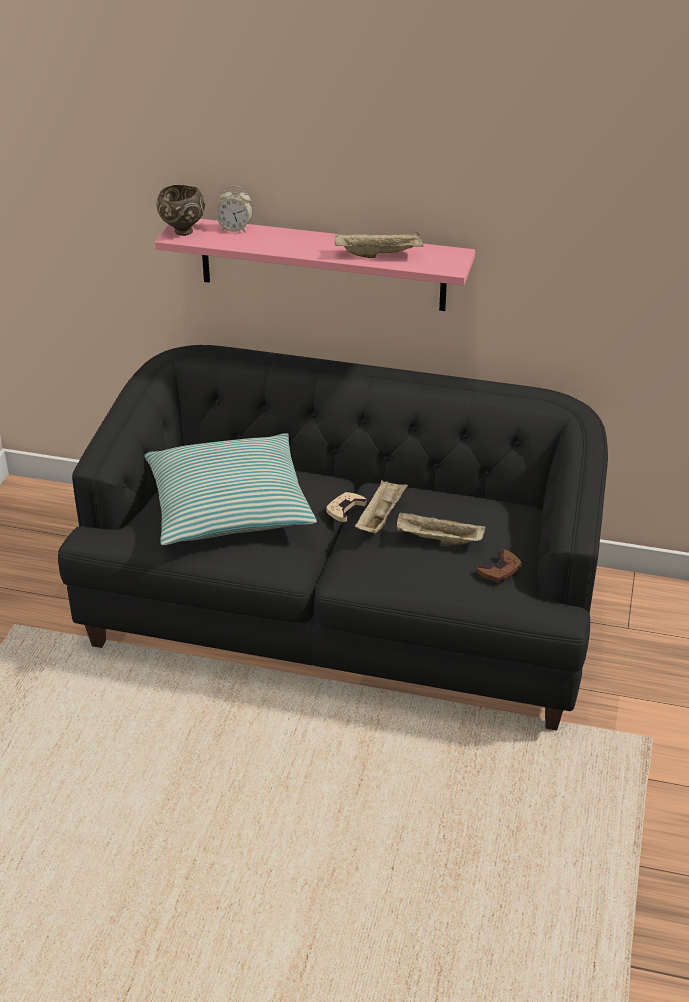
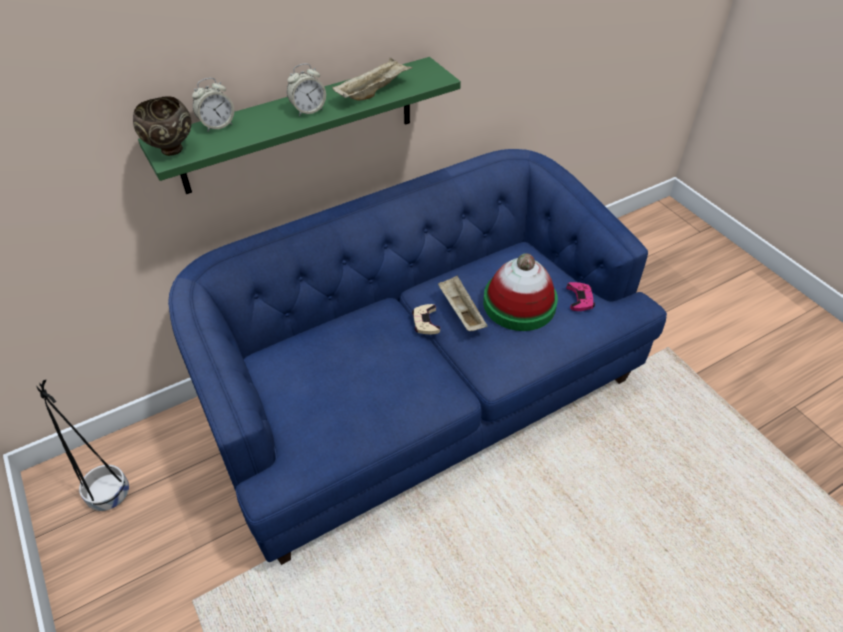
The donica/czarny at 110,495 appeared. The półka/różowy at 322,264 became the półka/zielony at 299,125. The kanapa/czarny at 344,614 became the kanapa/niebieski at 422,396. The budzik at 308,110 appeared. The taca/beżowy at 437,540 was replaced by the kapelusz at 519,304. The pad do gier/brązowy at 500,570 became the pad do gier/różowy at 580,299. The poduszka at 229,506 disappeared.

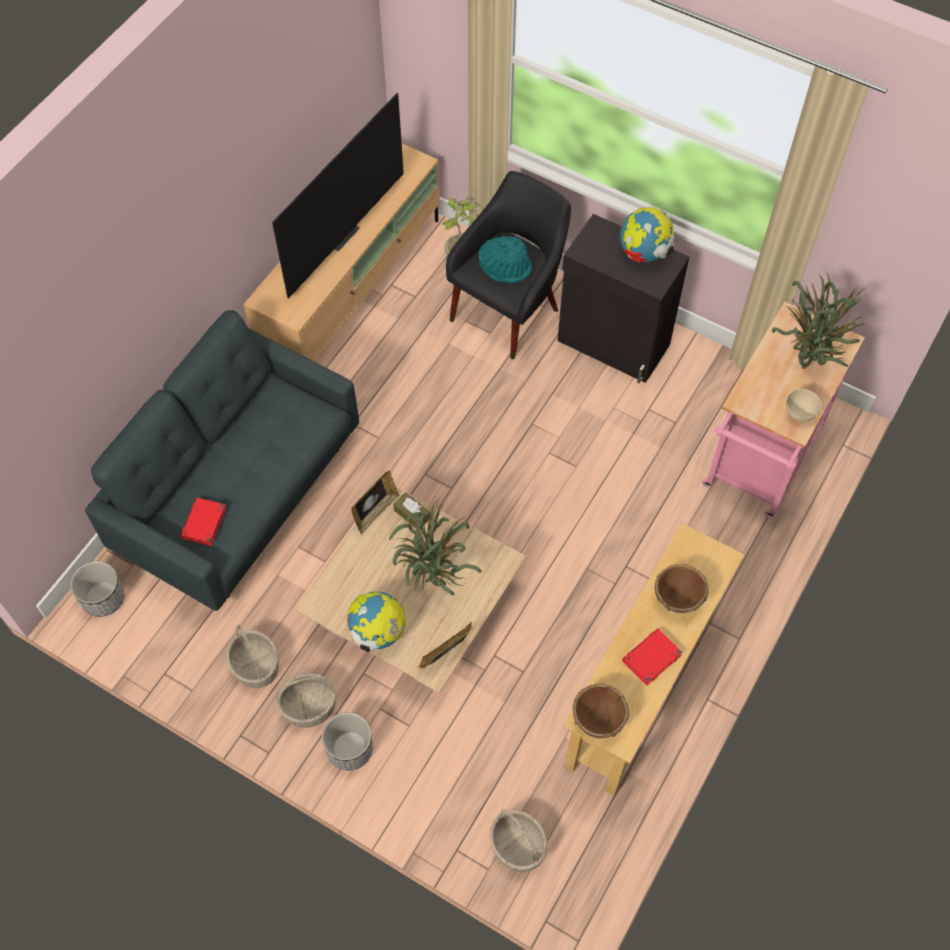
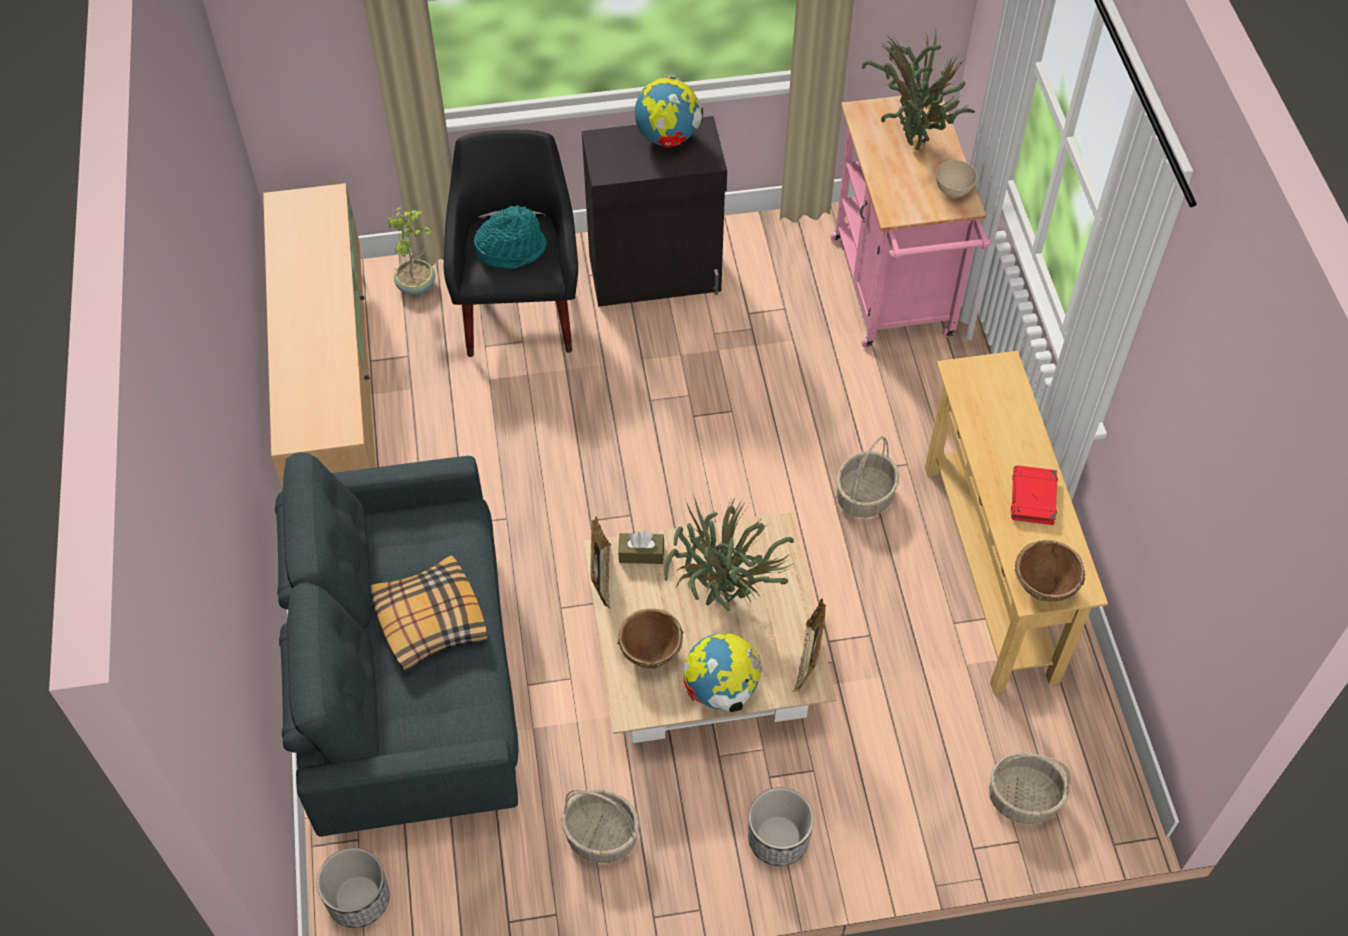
The poduszka at 429,620 appeared. The miska/brązowy moved from 677,599 to 650,653. The koszyk moved from 308,707 to 864,497. The książka/czerwony at 204,524 disappeared. The telewizor at 339,234 disappeared.

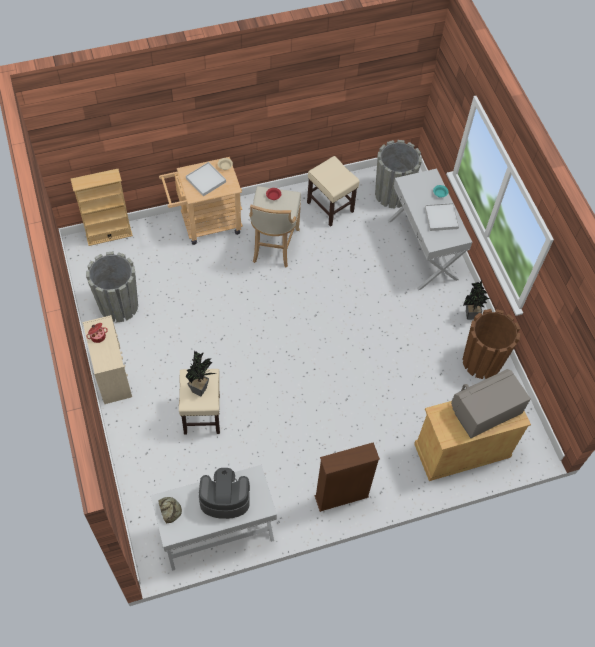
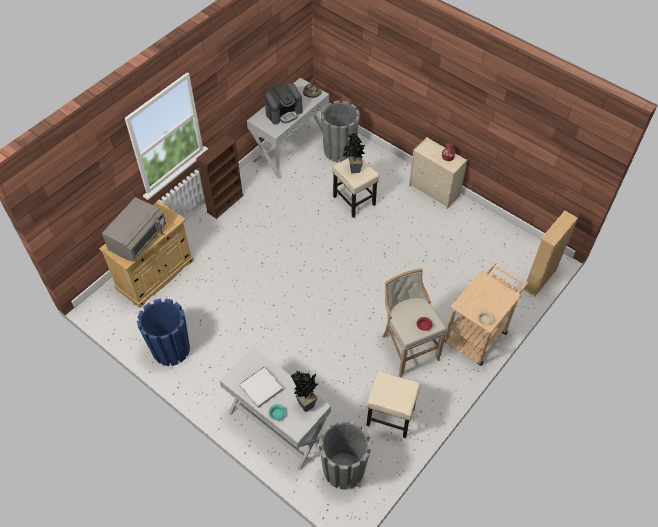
The donica/brązowy at 482,361 became the donica/niebieski at 171,349. The roślina doniczkowa moved from 470,317 to 306,402. The donica/szary moved from 119,305 to 339,151. The taca/biały at 205,180 disappeared.

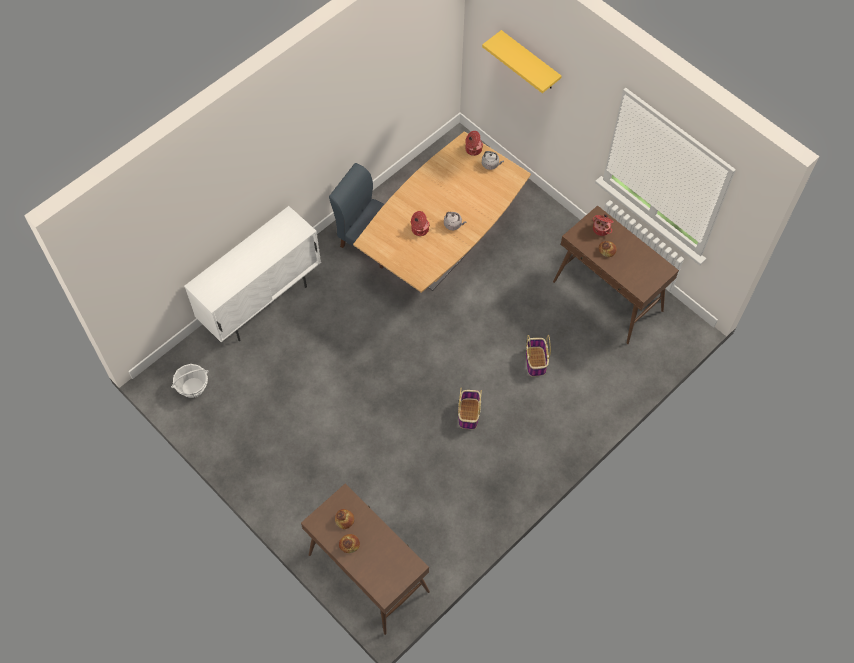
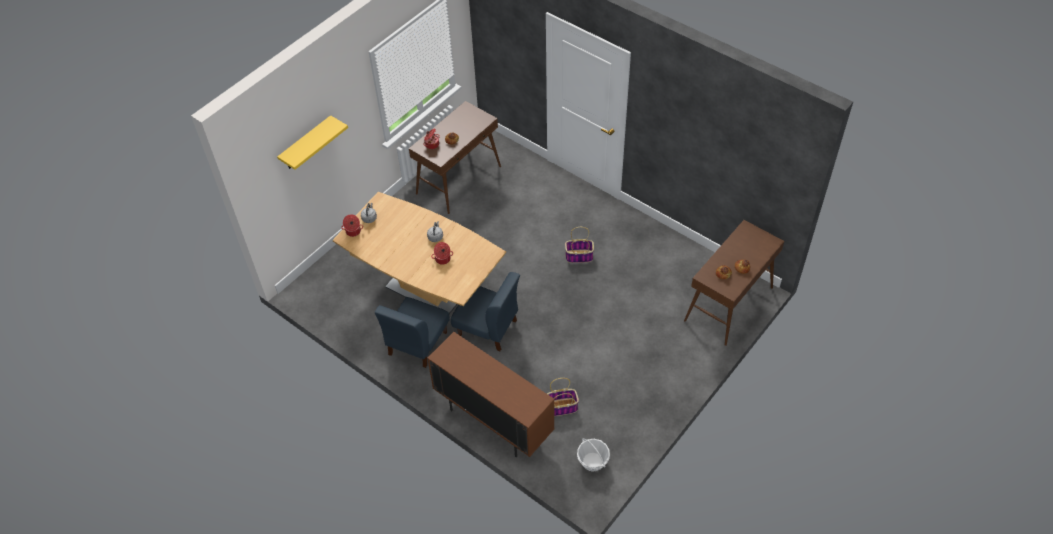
The szafka/biały at 262,302 became the szafka/brązowy at 493,421. The krzesło/niebieski at 488,328 appeared. The koszyk moved from 536,362 to 562,407.

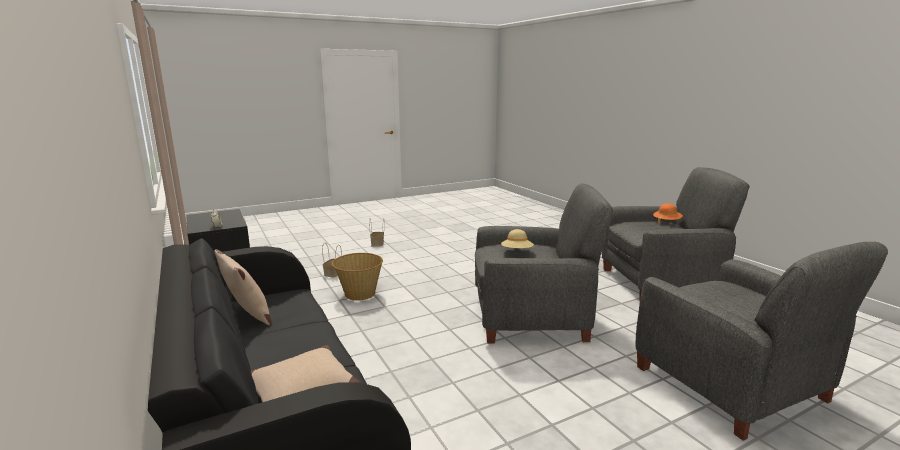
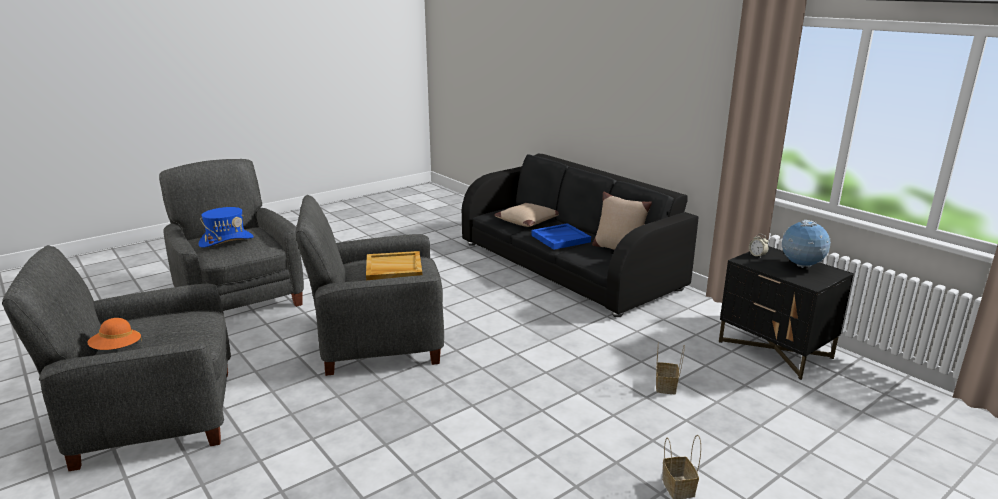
The kapelusz/niebieski at 226,241 appeared. The kapelusz/beżowy at 517,252 was replaced by the taca/beżowy at 393,269. The taca/niebieski at 560,238 appeared. The globus at 801,266 appeared. The koszyk at 359,294 disappeared.

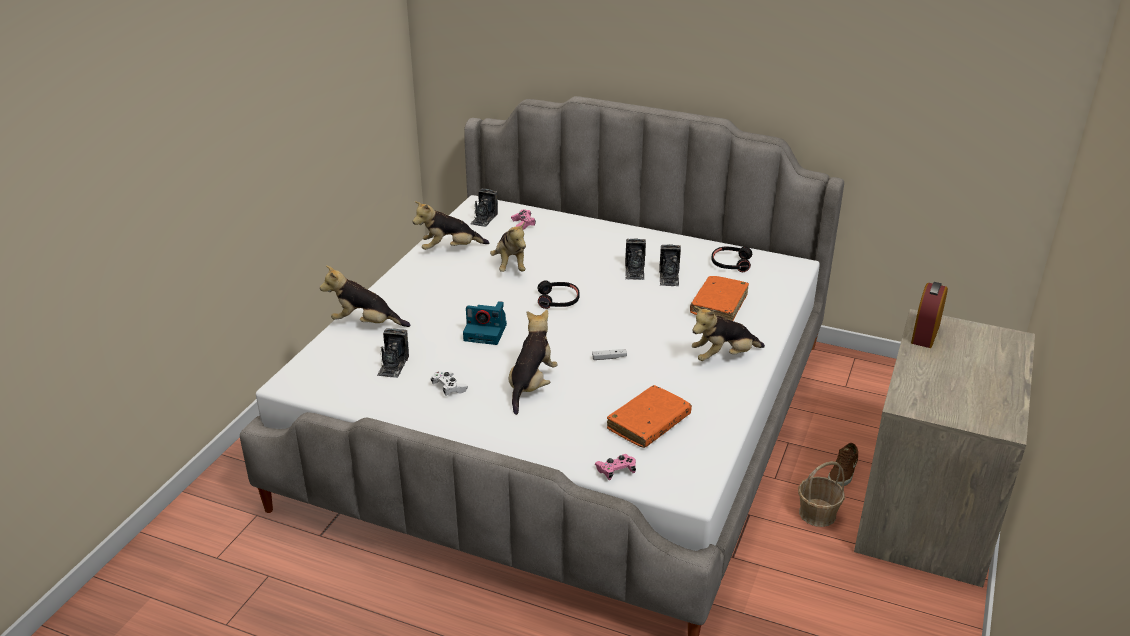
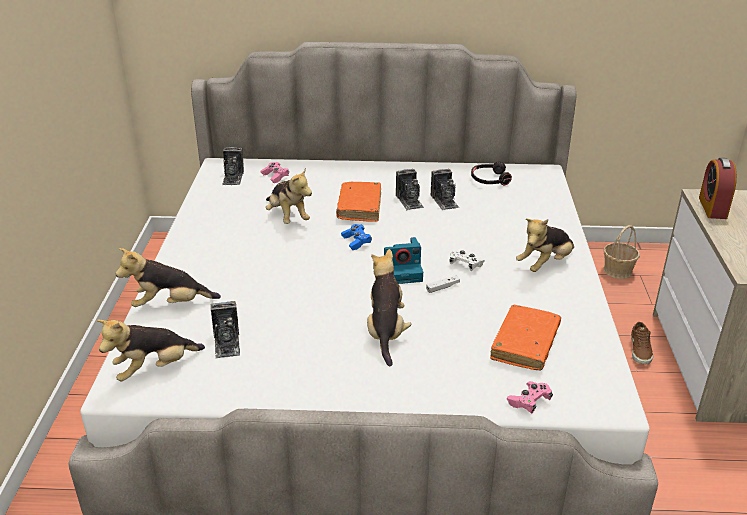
The pluszak moved from 450,249 to 154,369. The książka/pomarańczowy moved from 719,305 to 359,207. The słuchawki/czarny at 558,300 was replaced by the pad do gier/niebieski at 356,241. The aparat fotograficzny moved from 486,332 to 402,271. The pad do gier/biały moved from 449,388 to 465,265. The koszyk moved from 817,513 to 617,270.

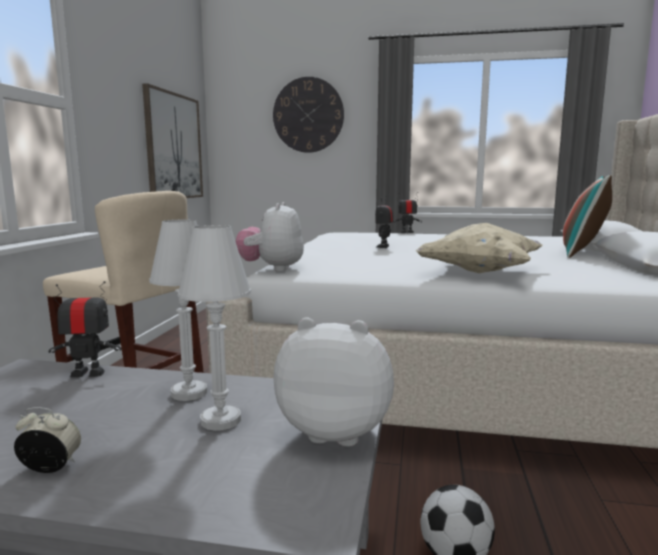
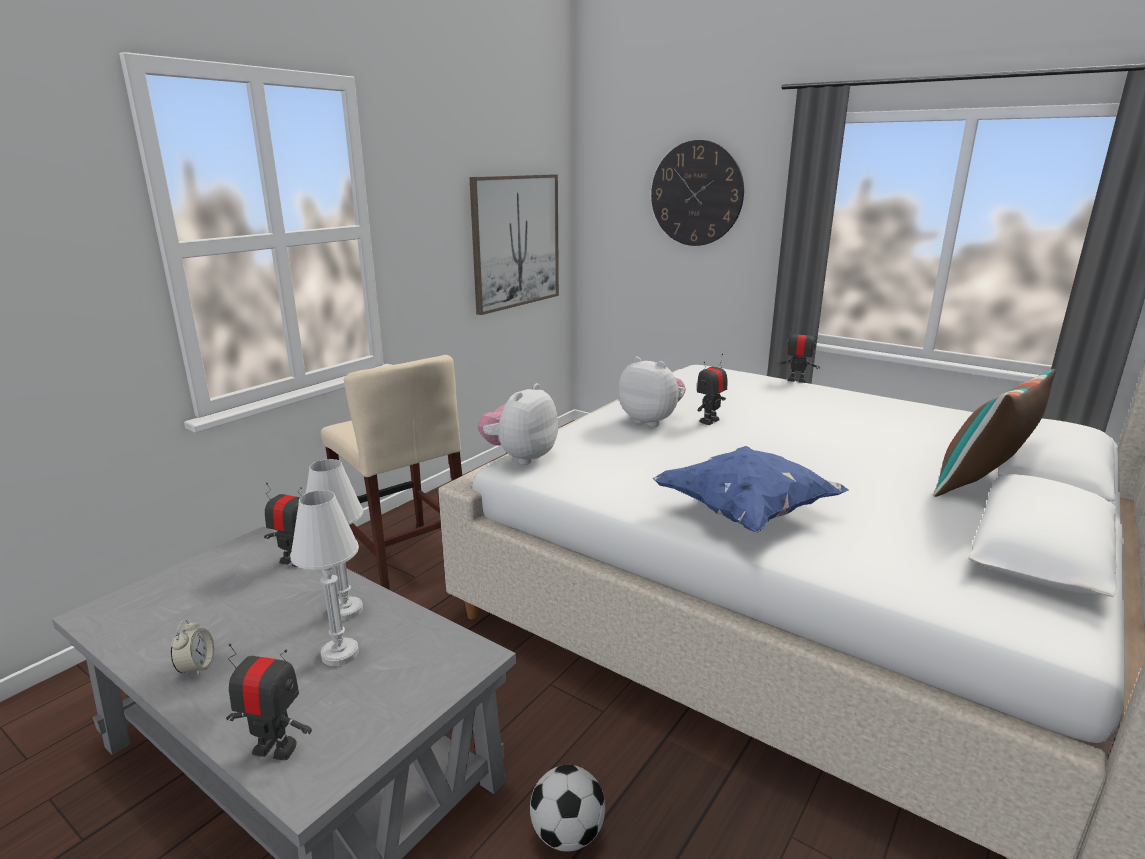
The budzik at 51,468 turned 60 degrees clockwise. The robot zabawkowy at 275,749 appeared. The pluszak moved from 336,431 to 651,420. The poduszka/beżowy at 480,272 became the poduszka/niebieski at 746,513.

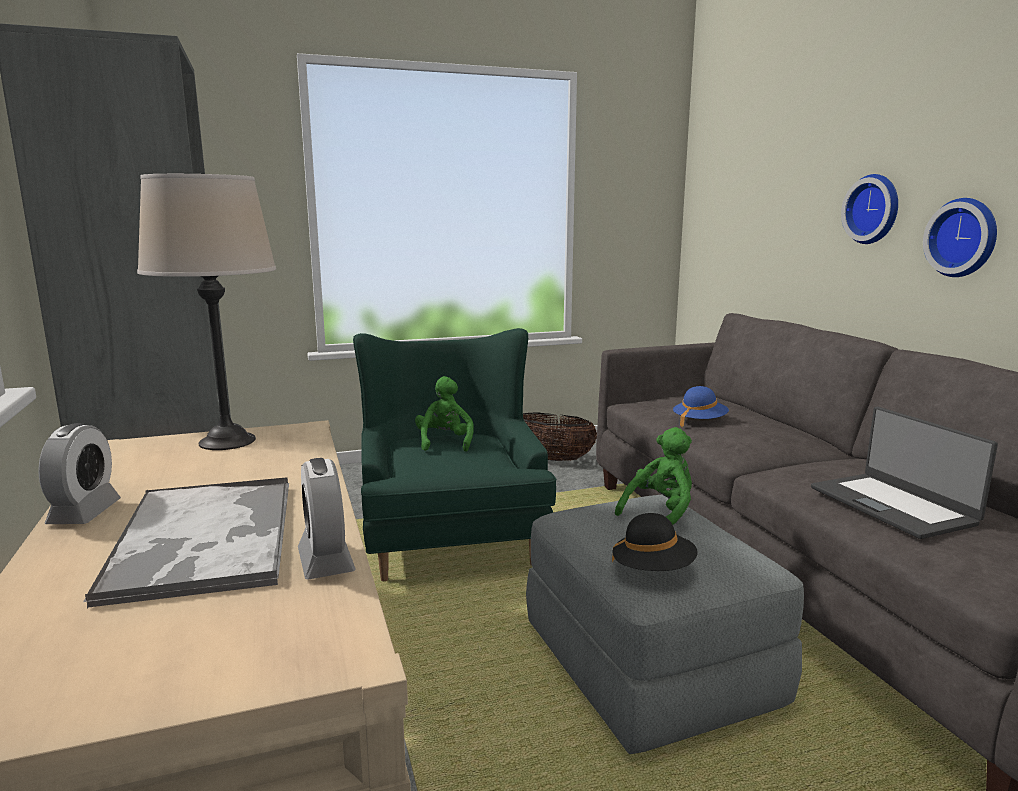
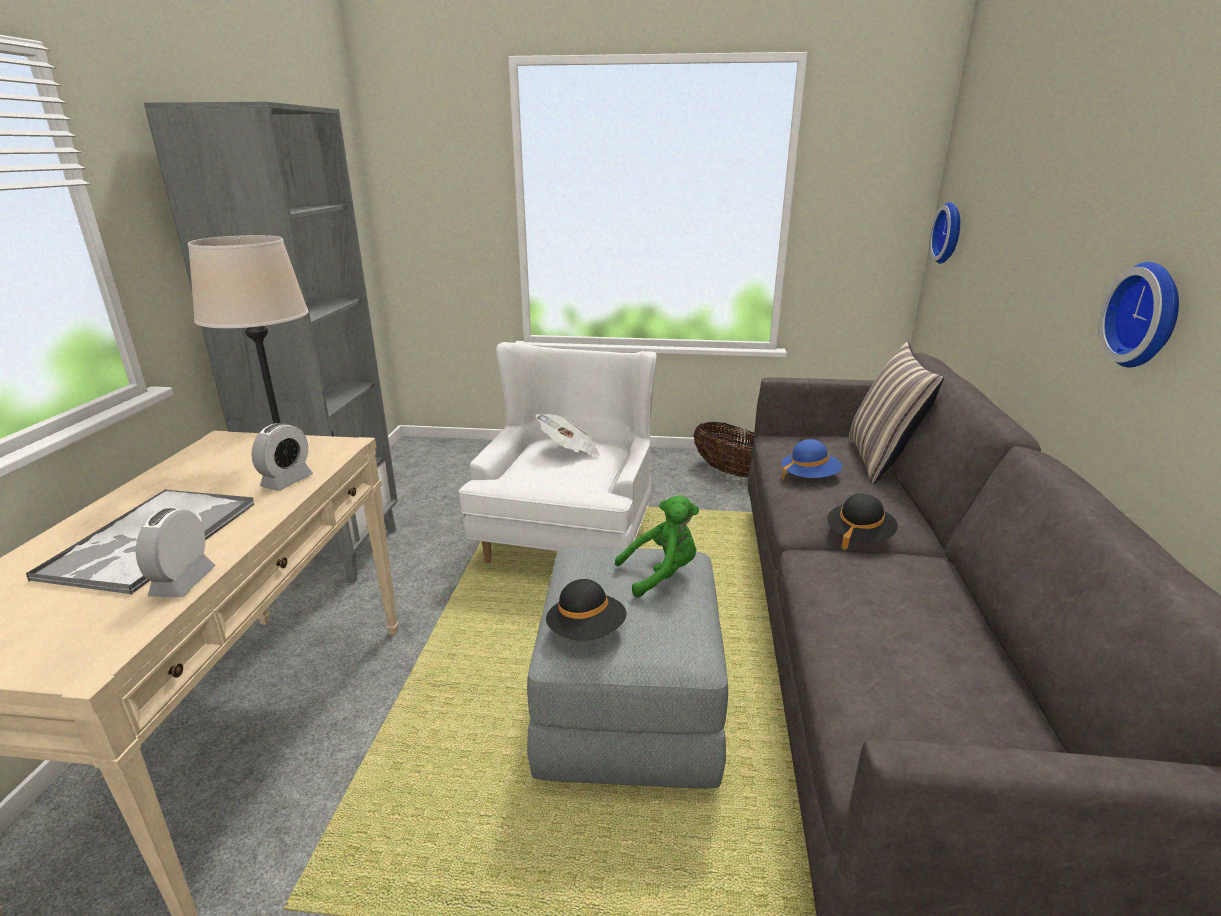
The budzik moved from 85,513 to 287,481. The fotel/zielony at 451,538 became the fotel/biały at 571,535. The pluszak/zielony at 444,442 was replaced by the gazeta at 569,450. The kapelusz/czarny at 859,536 appeared. The poduszka at 881,460 appeared. The zegar ścienny moved from 874,209 to 950,233. The laptop at 892,505 disappeared.

